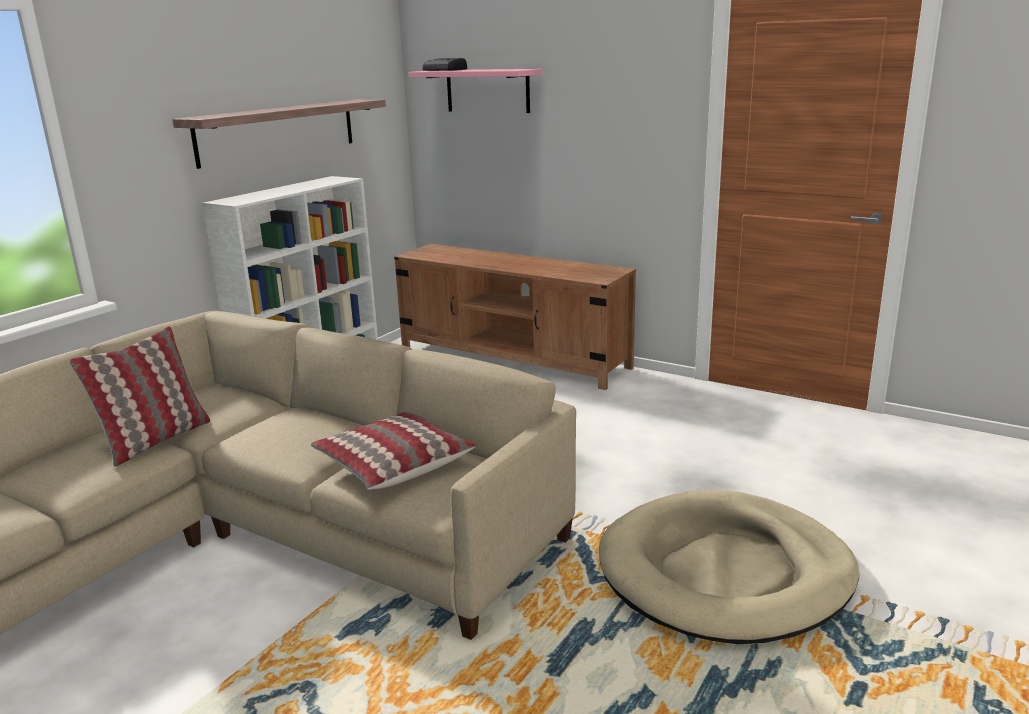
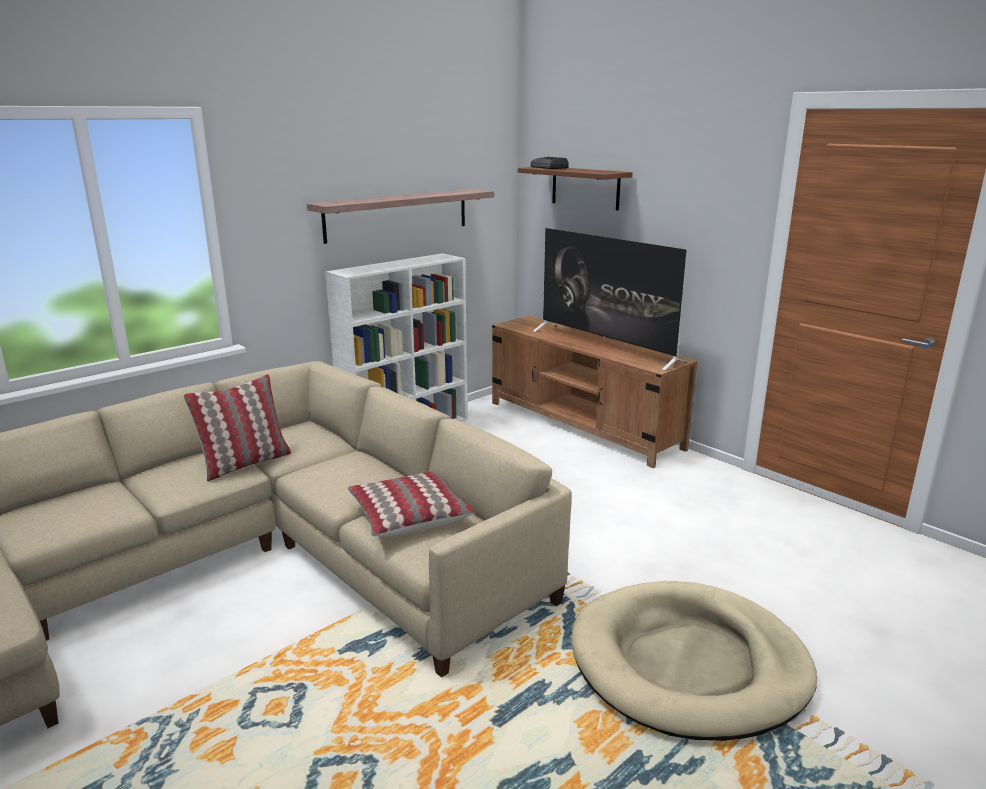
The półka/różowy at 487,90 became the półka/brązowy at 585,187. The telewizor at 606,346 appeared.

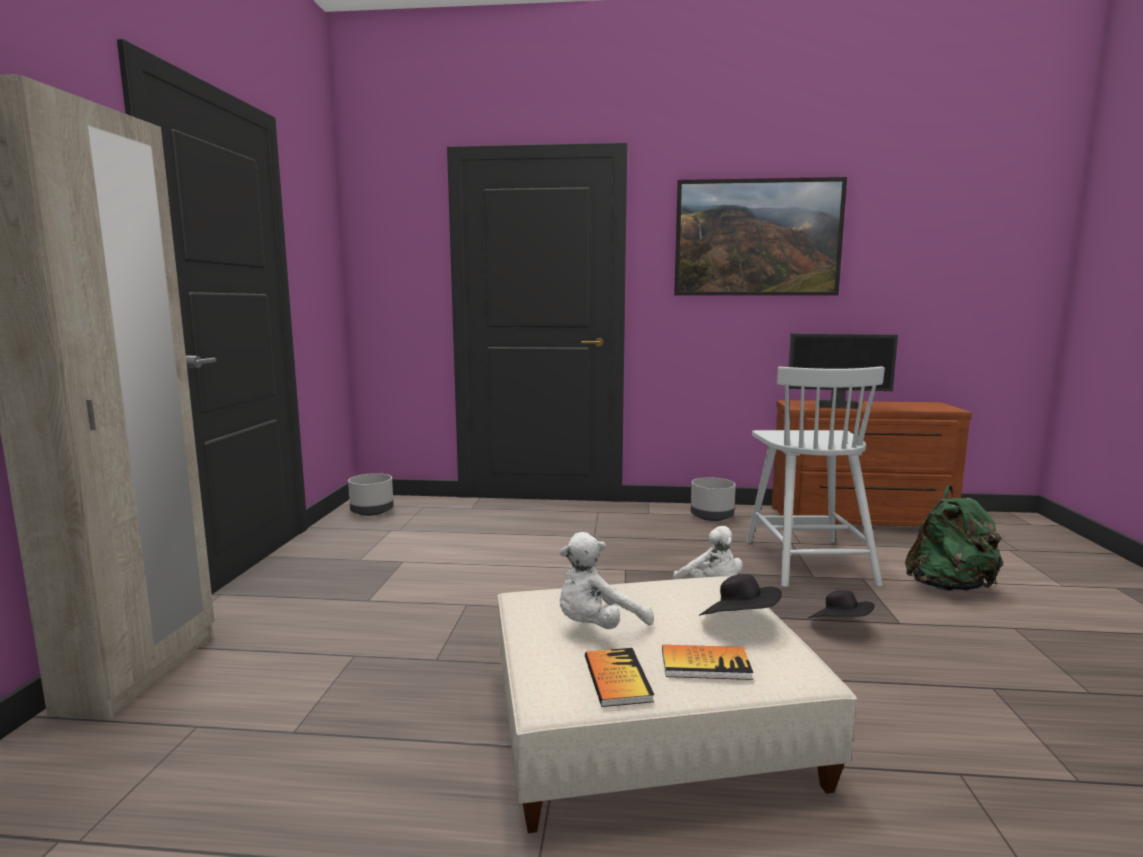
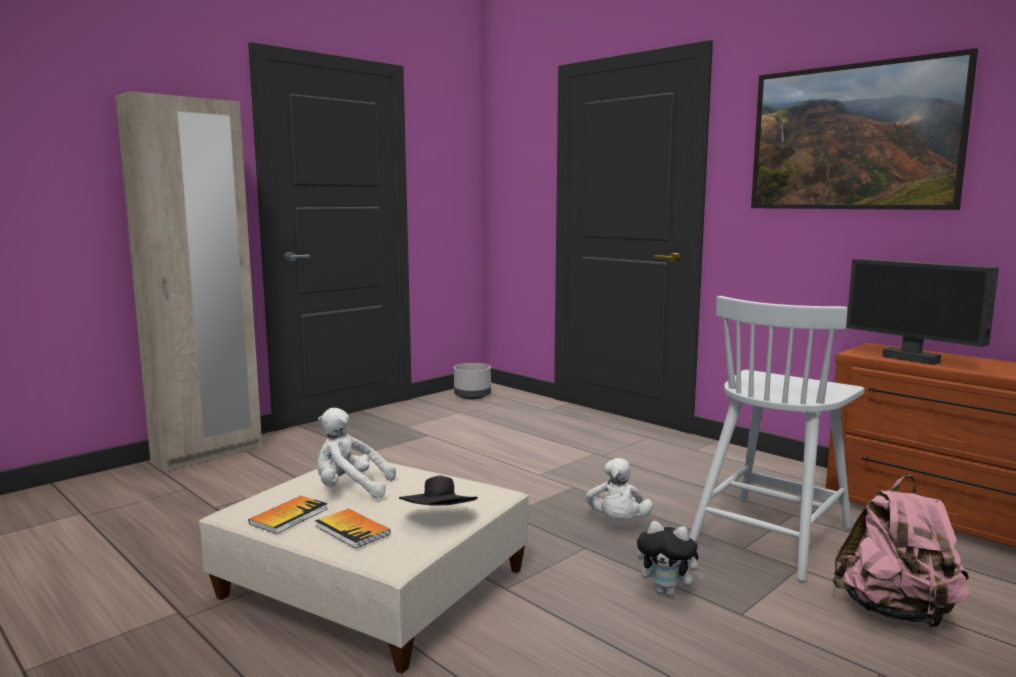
The kapelusz/czarny at 840,626 was replaced by the pluszak at 668,592. The plecak/zielony at 949,587 became the plecak/różowy at 896,612. The donica/szary at 711,516 disappeared.

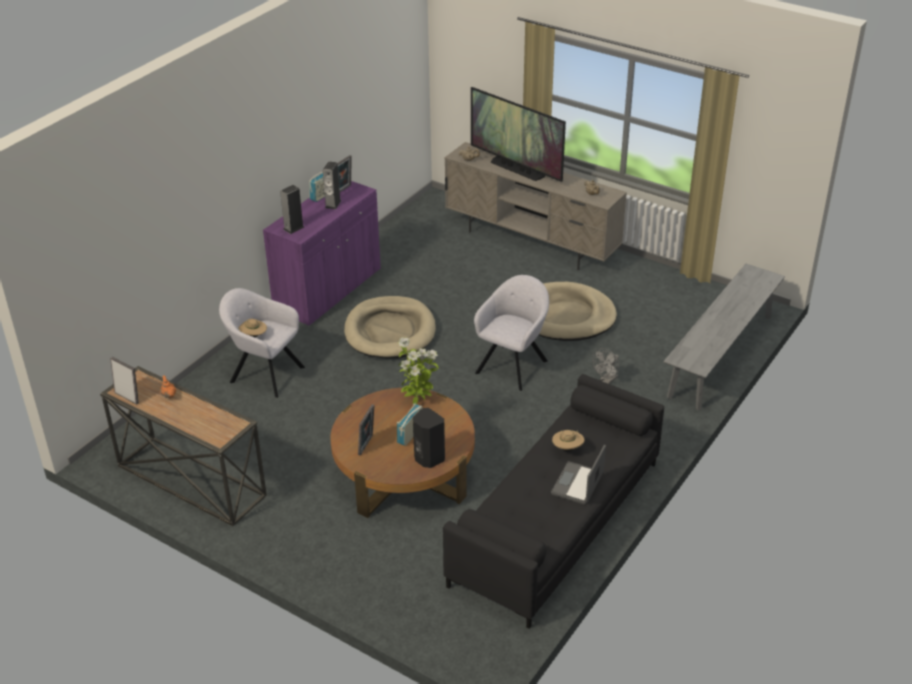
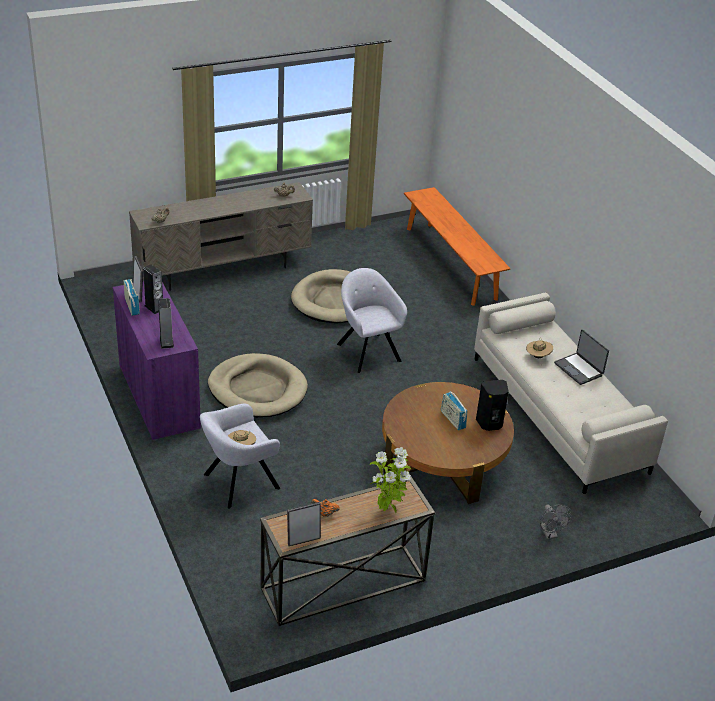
The roślina doniczkowa moved from 417,403 to 388,510. The ławka/szary at 720,356 became the ławka/pomarańczowy at 450,263. The kanapa/czarny at 556,523 became the kanapa/beżowy at 559,414. The wentylator/szary moved from 606,381 to 550,534. The ramka na zdjęcie at 367,445 disappeared. The telewizor at 516,169 disappeared.

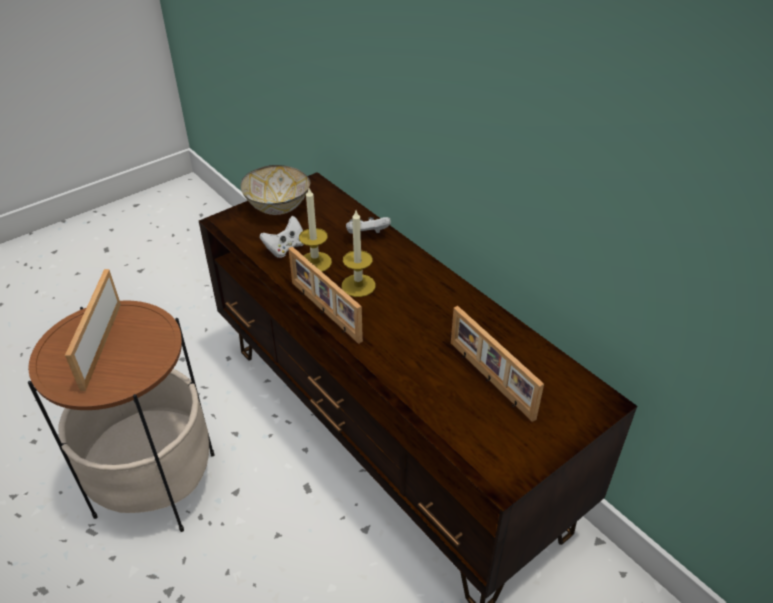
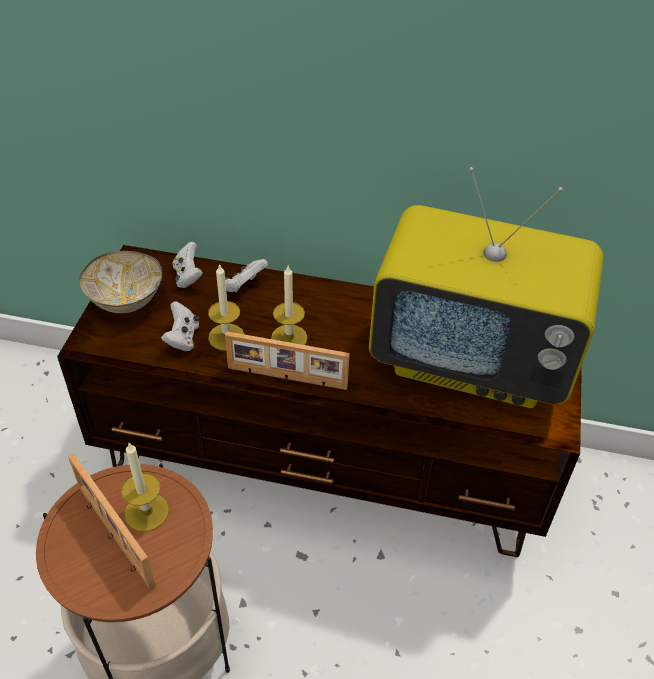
The świeca at 146,512 appeared. The pad do gier/biały at 188,276 appeared. The ramka na zdjęcie at 489,380 was replaced by the telewizor at 473,360.

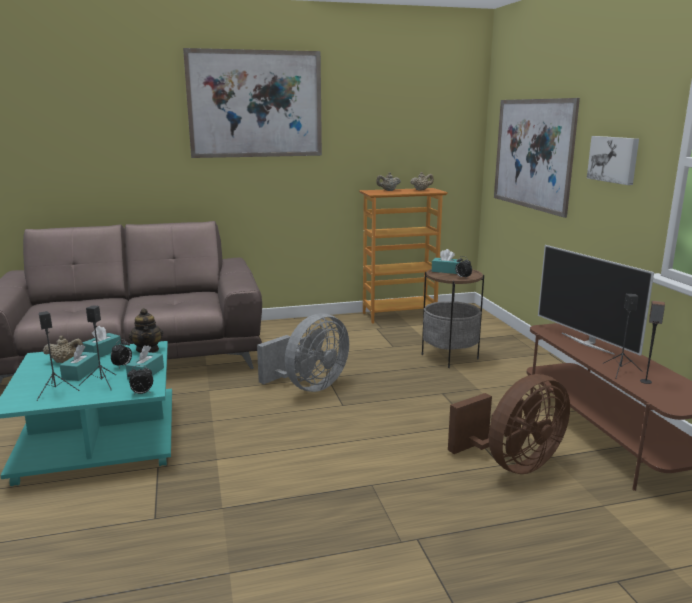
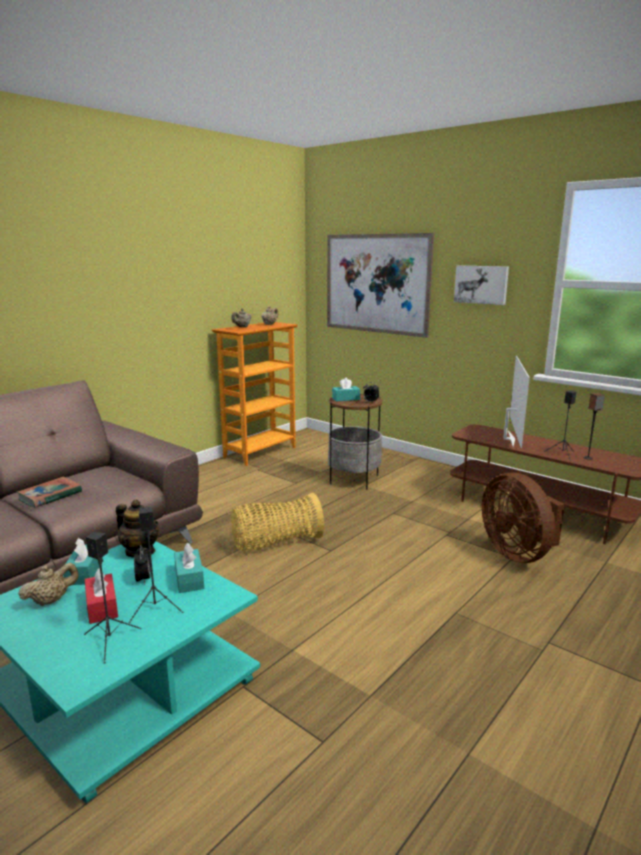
The książka at 50,496 appeared. The pudełko chusteczek/turkusowy at 80,373 became the pudełko chusteczek/czerwony at 102,607. The wentylator/szary at 309,386 was replaced by the koszyk at 275,543. The wentylator/brązowy at 513,464 turned 135 degrees clockwise. The telewizor at 587,343 turned 105 degrees counterclockwise. The budzik at 142,393 disappeared. The obraz at 255,104 disappeared.

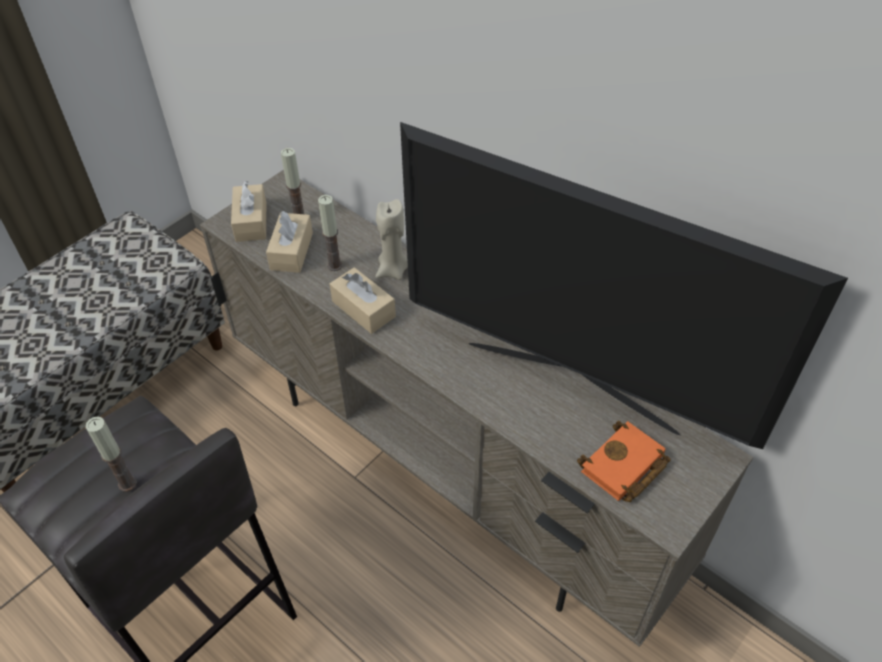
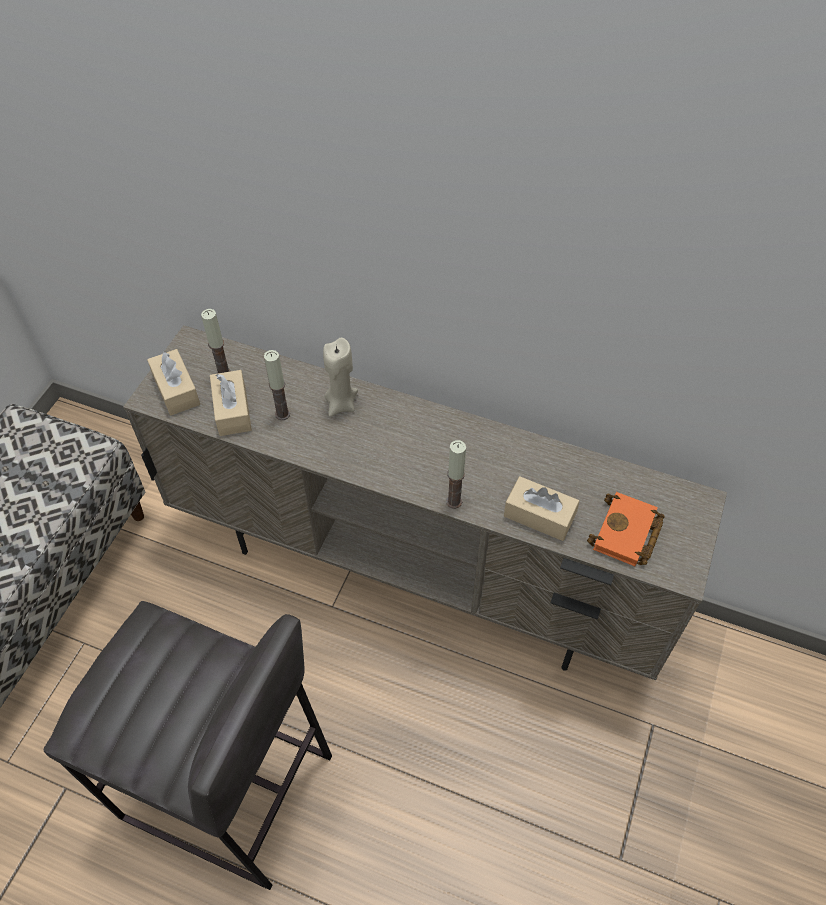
The świeca moved from 127,483 to 454,501. The pudełko chusteczek/beżowy moved from 363,309 to 539,515. The telewizor at 571,384 disappeared.

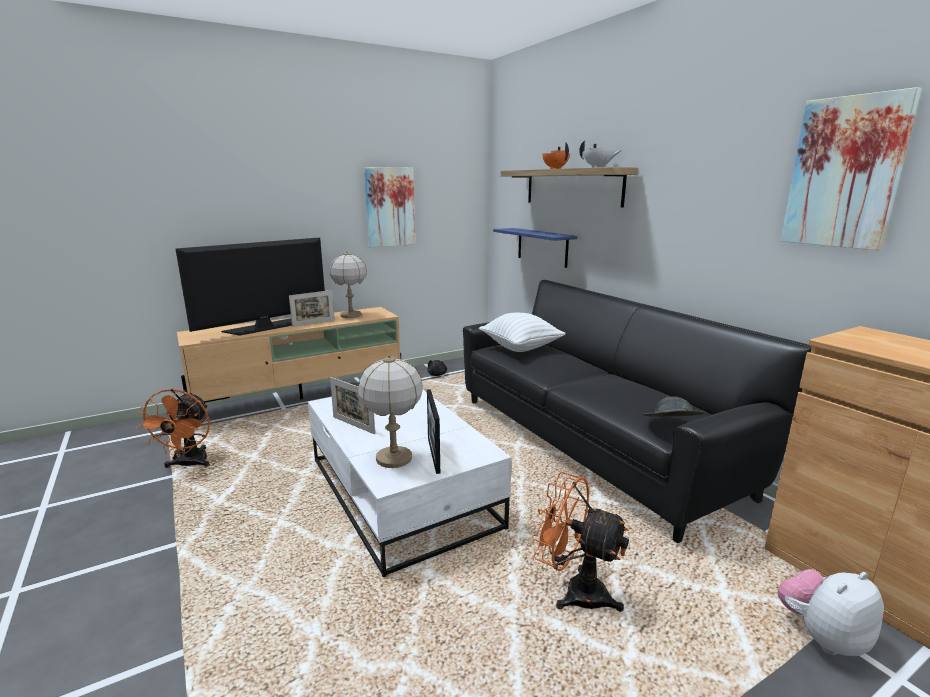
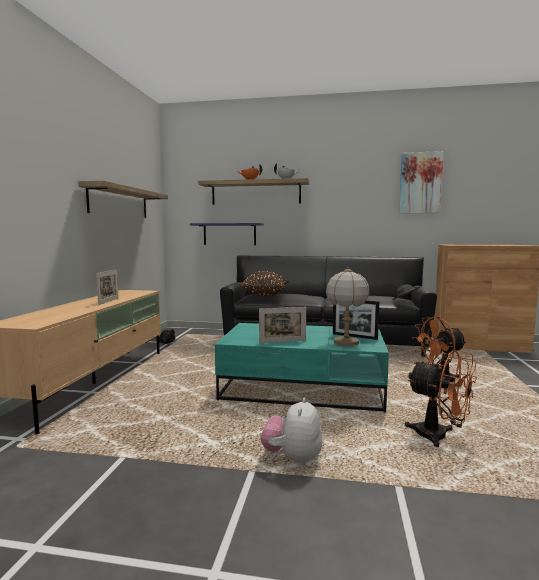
The obraz at 389,207 was replaced by the półka at 119,202. The ława/biały at 402,493 became the ława/turkusowy at 303,388. The poduszka/biały at 520,348 became the poduszka/brązowy at 265,295. The pluszak moved from 822,637 to 293,459. The wentylator/pomarańczowy moved from 189,465 to 439,437. The telewizor at 264,327 disappeared. The lampa stołowa at 351,315 disappeared.

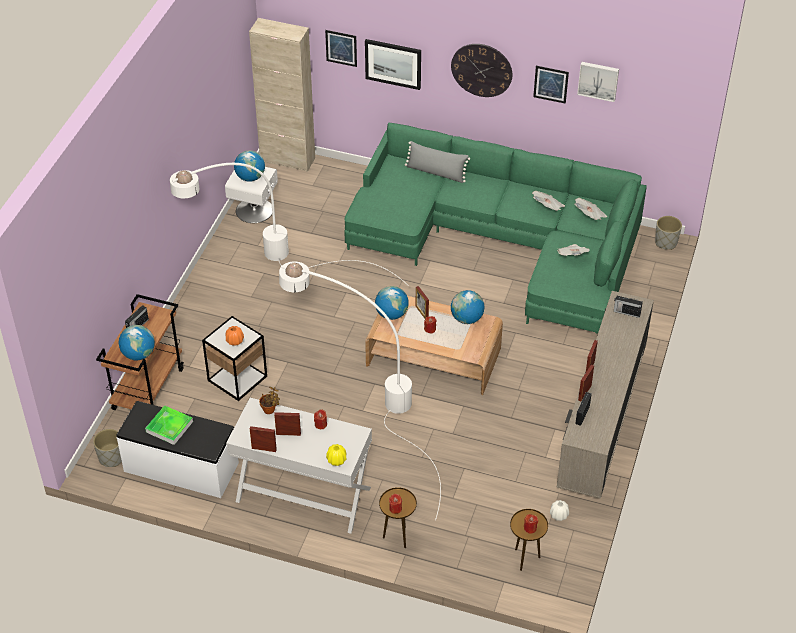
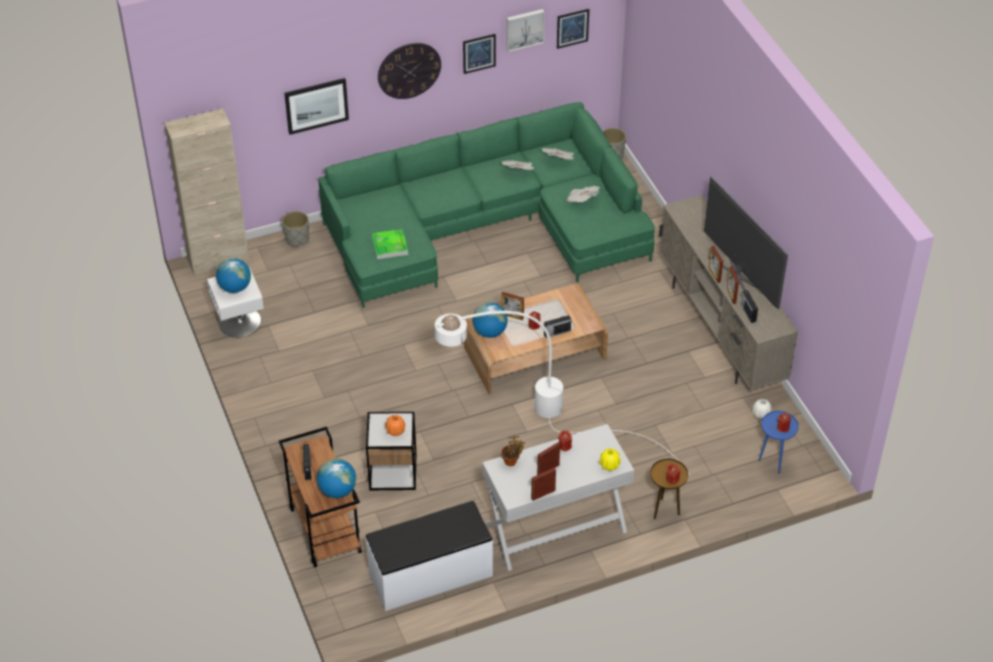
The donica/szary moved from 111,458 to 297,239. The taca moved from 169,427 to 389,246. The radio moved from 626,312 to 556,333. The obraz moved from 341,48 to 572,28. The telewizor at 739,275 appeared. The stolik/brązowy at 525,559 became the stolik/niebieski at 773,462. The lampa stojąca/biały at 260,273 disappeared. The poduszka/szary at 436,172 disappeared. The globus at 466,318 disappeared.

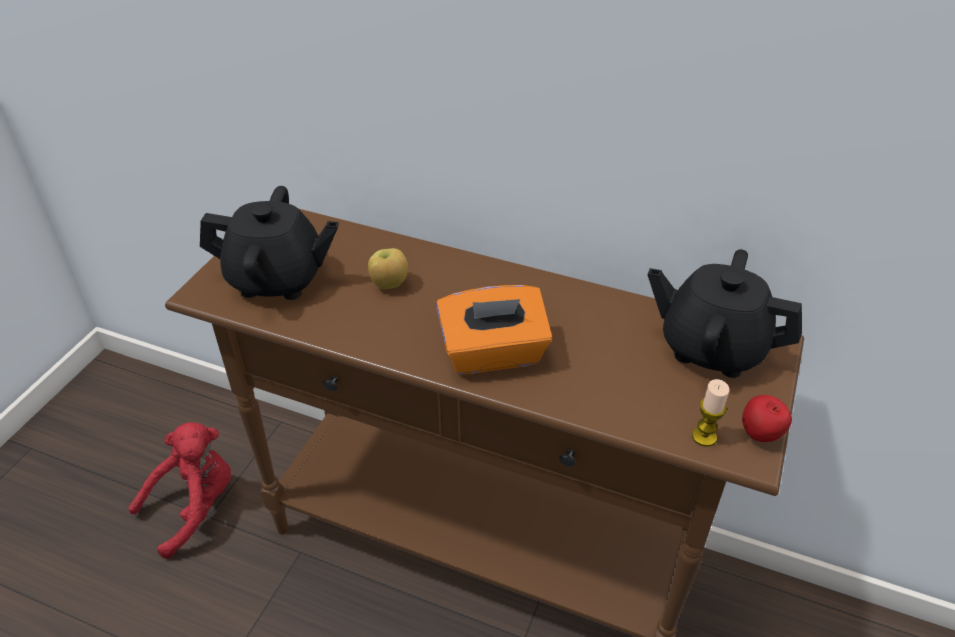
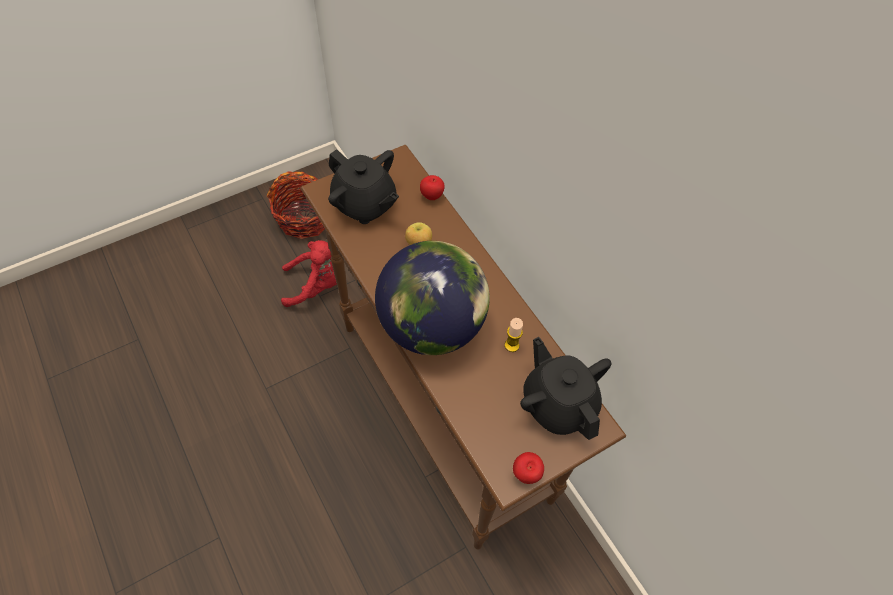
The koszyk at 305,218 appeared. The pudełko chusteczek/pomarańczowy at 493,354 was replaced by the globus at 432,326. The jabłko at 432,196 appeared. The świeca moved from 704,436 to 511,345.

